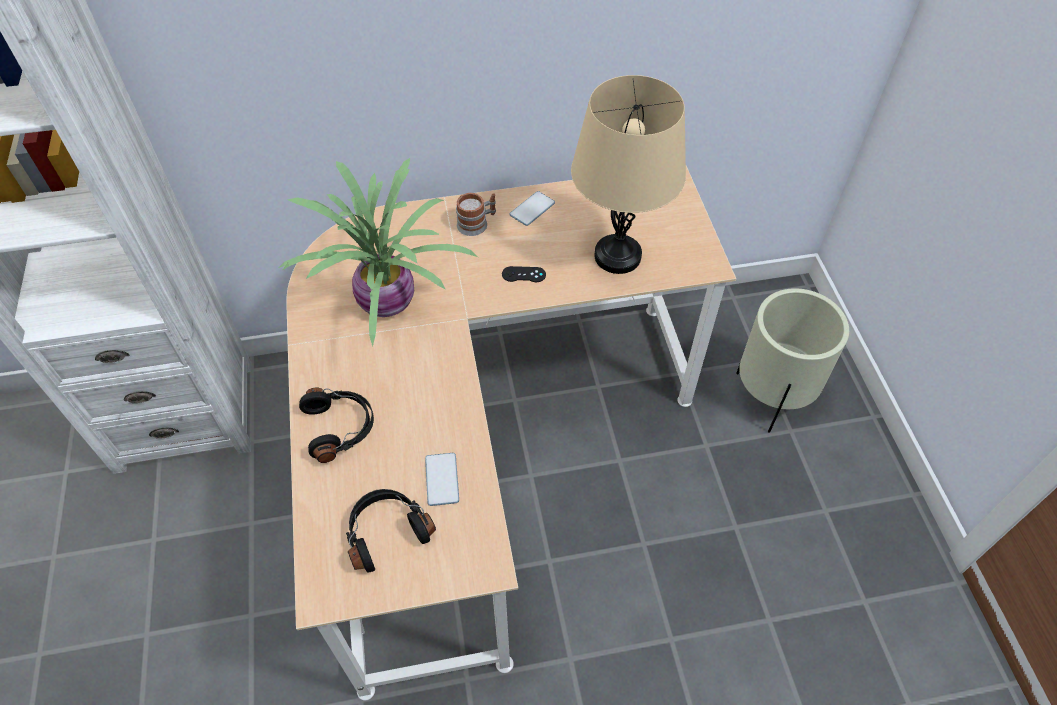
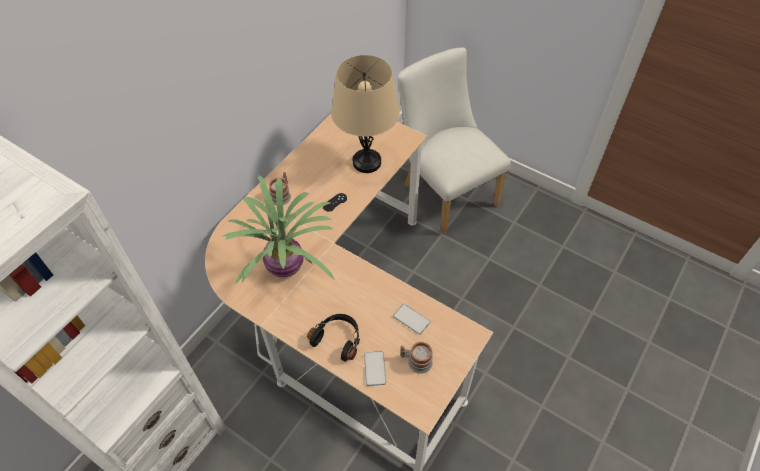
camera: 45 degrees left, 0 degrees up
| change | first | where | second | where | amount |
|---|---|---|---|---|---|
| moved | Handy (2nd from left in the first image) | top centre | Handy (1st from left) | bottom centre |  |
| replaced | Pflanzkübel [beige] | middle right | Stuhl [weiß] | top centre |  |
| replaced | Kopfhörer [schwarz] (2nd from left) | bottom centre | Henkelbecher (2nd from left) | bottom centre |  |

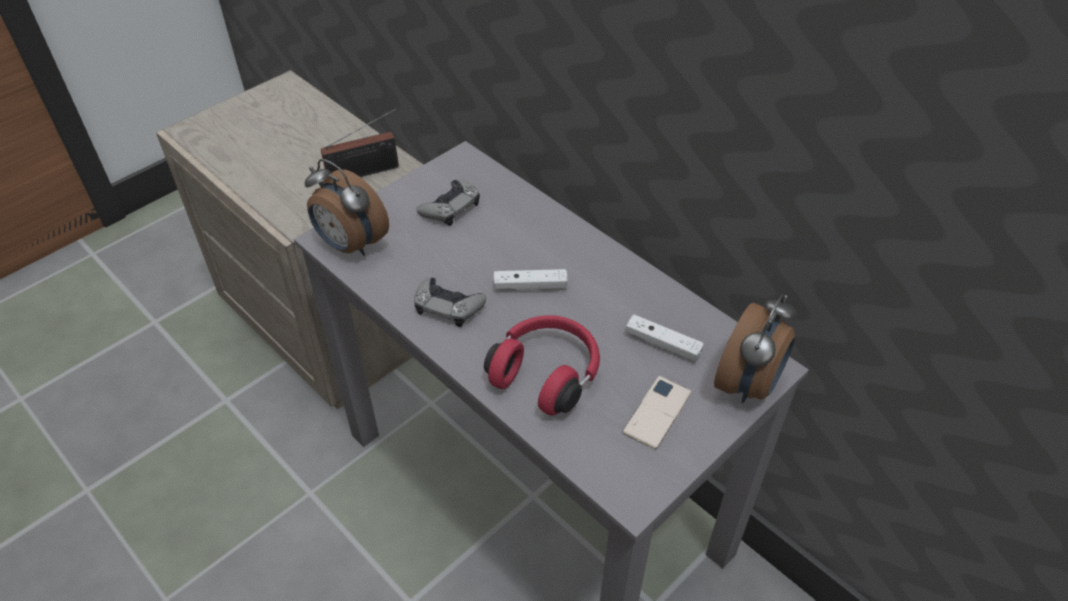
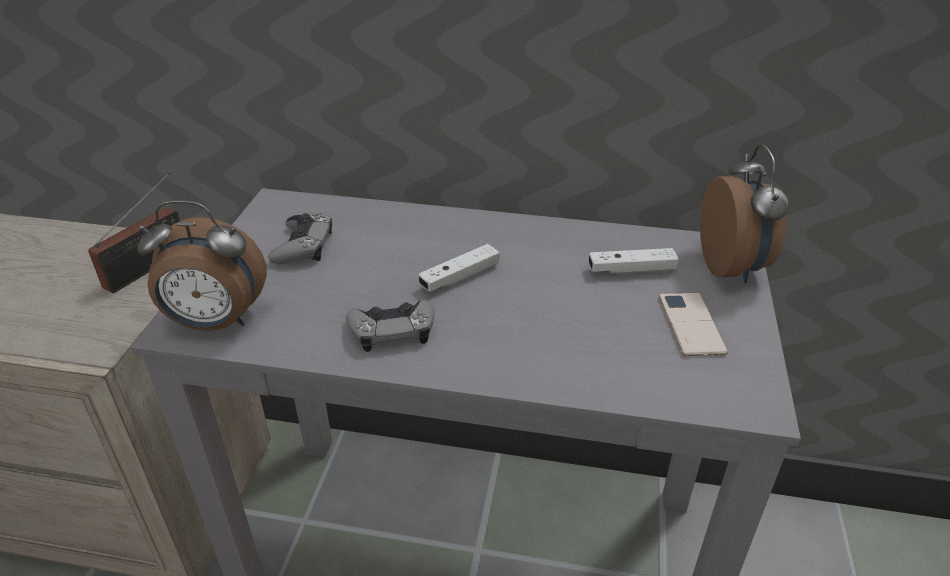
camera: 35 degrees left, 10 degrees down
| change | first | where | second | where | amount |
|---|---|---|---|---|---|
| removed | Kopfhörer [rot] | centre |  |  |  |

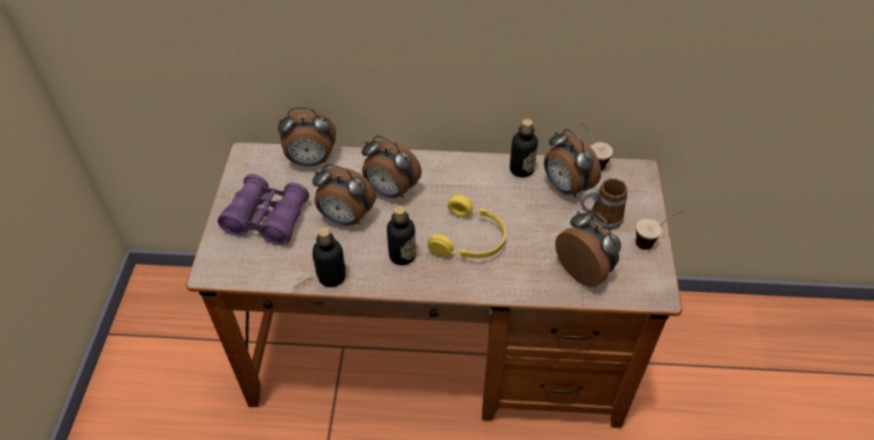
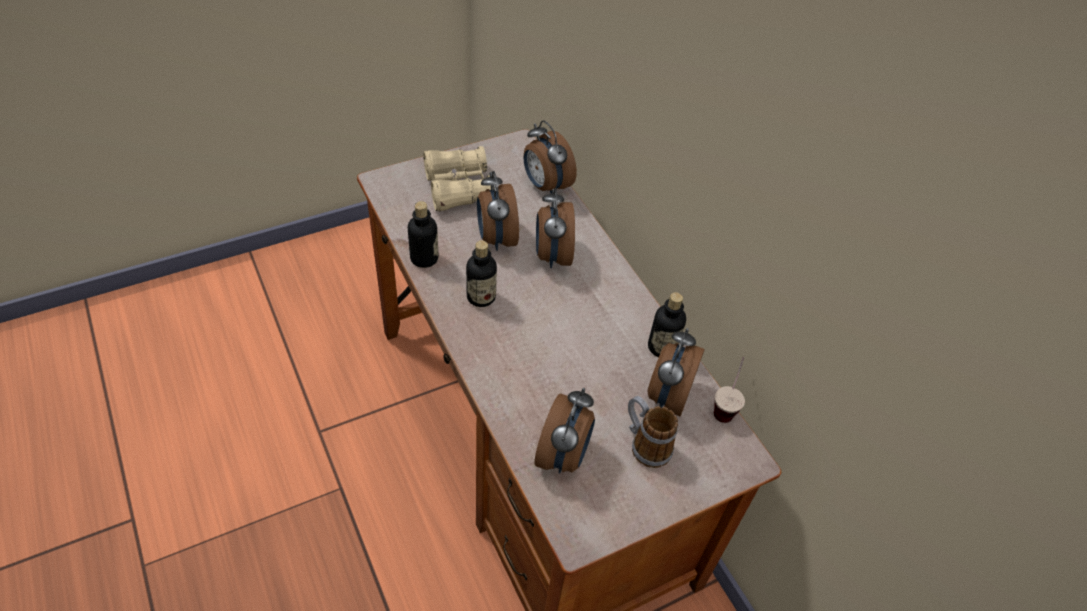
camera: 55 degrees right, 0 degrees up
| change | first | where | second | where | amount |
|---|---|---|---|---|---|
| recoloured | Fernglas [lila] | middle left | Fernglas [beige] | top centre |  |
| removed | Kopfhörer [gelb] | centre |  |  |  |
| removed | Tasse (2nd from left) | middle right |  |  |  |

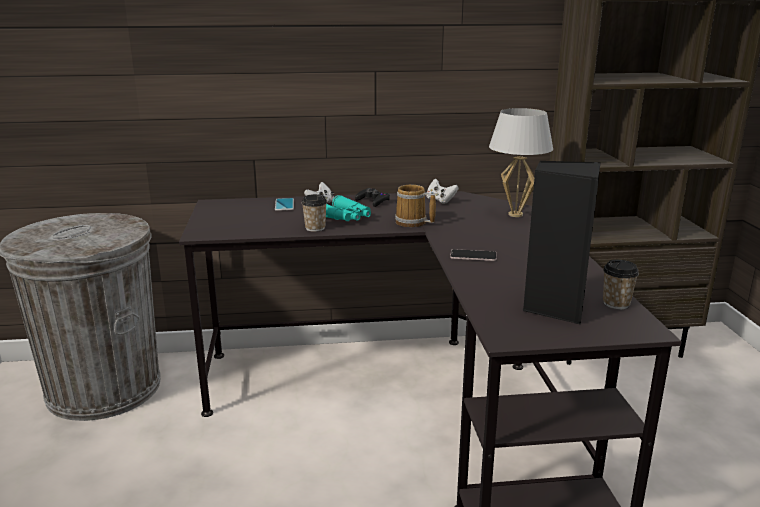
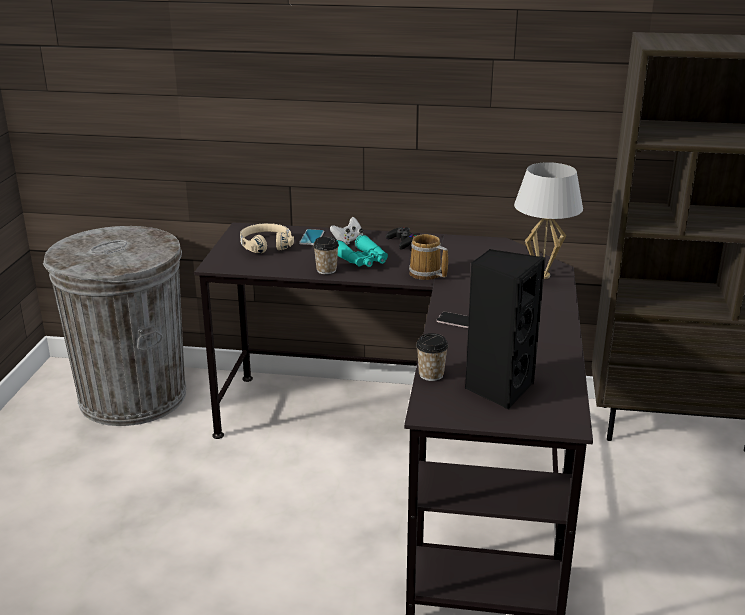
camera: 15 degrees right, 5 degrees up
| change | first | where | second | where | amount |
|---|---|---|---|---|---|
| removed | Gamepad [weiß] (2nd from left) | centre |  |  |  |
| moved | Tasse (2nd from left) | middle right |  | centre |  |
| added |  |  | Kopfhörer [beige] | centre |  |

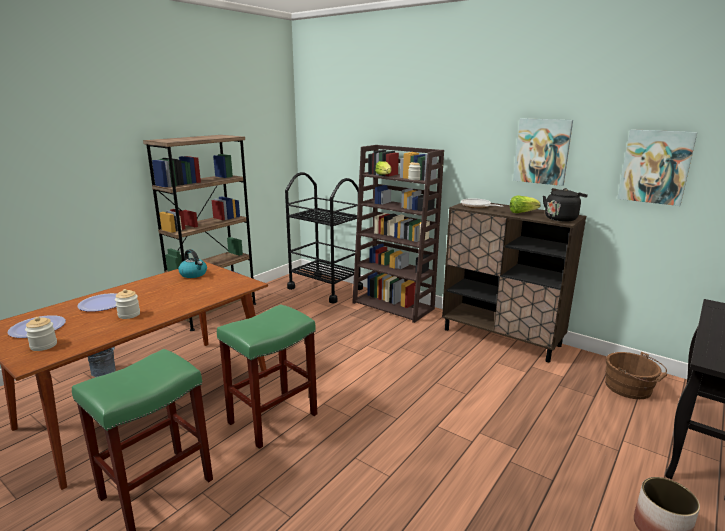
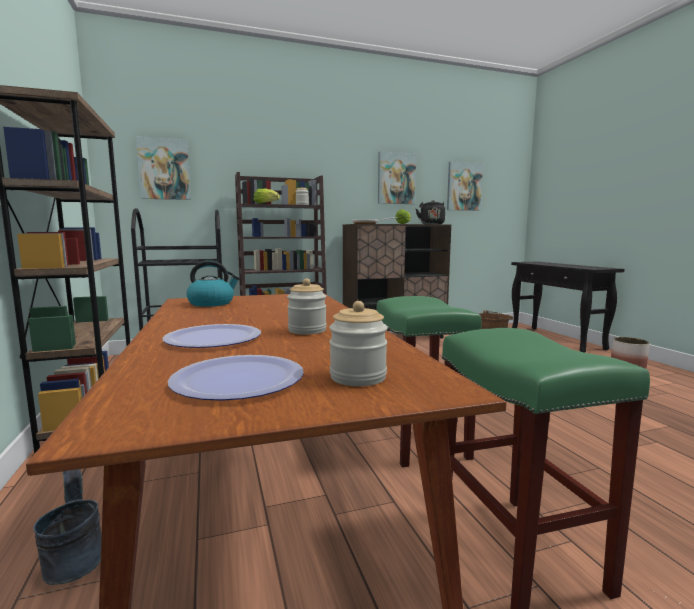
camera: 55 degrees left, 10 degrees down
| change | first | where | second | where | amount |
|---|---|---|---|---|---|
| added |  |  | Bild (1st from left) | top left |  |

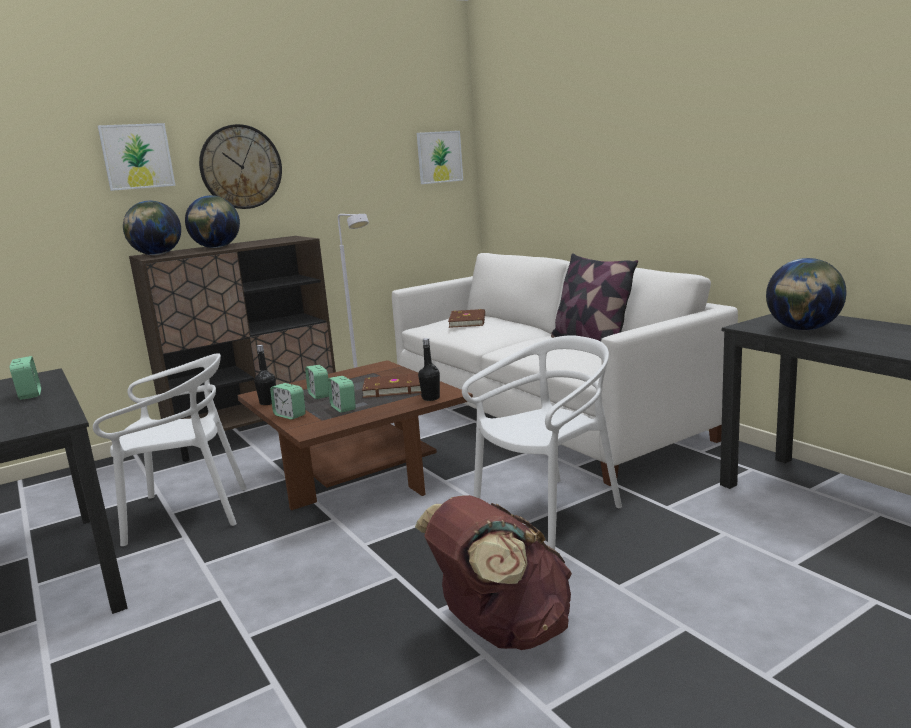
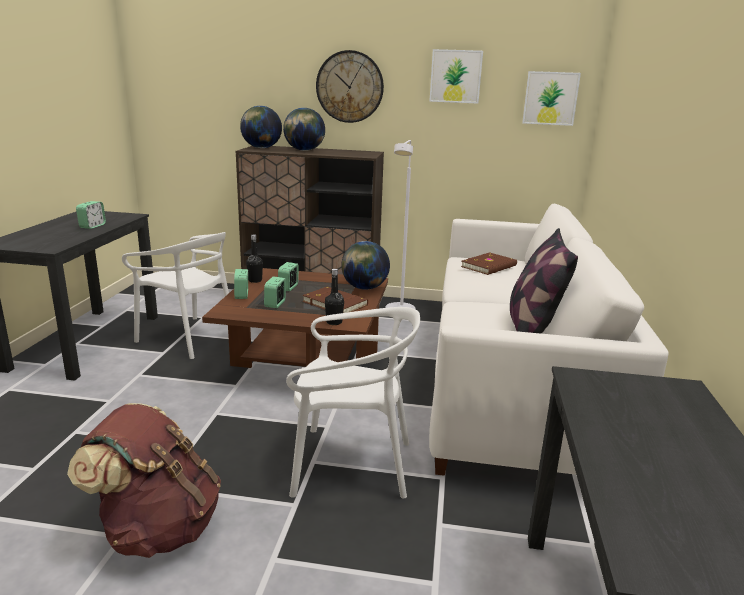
camera: 40 degrees right, 5 degrees up
| change | first | where | second | where | amount |
|---|---|---|---|---|---|
| moved | Bild (1st from left) | top left |  | top centre |  |
| moved | Globus (3rd from left) | middle right |  | centre |  |

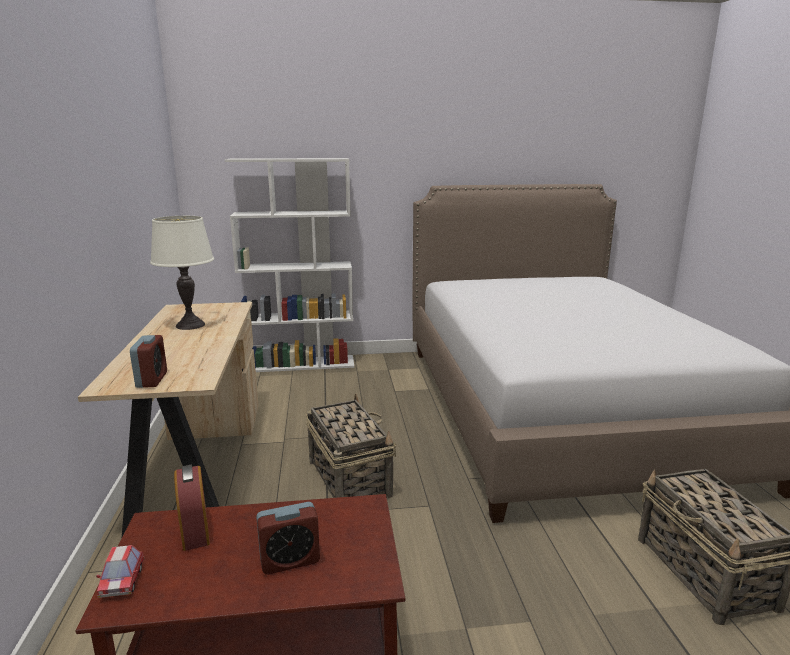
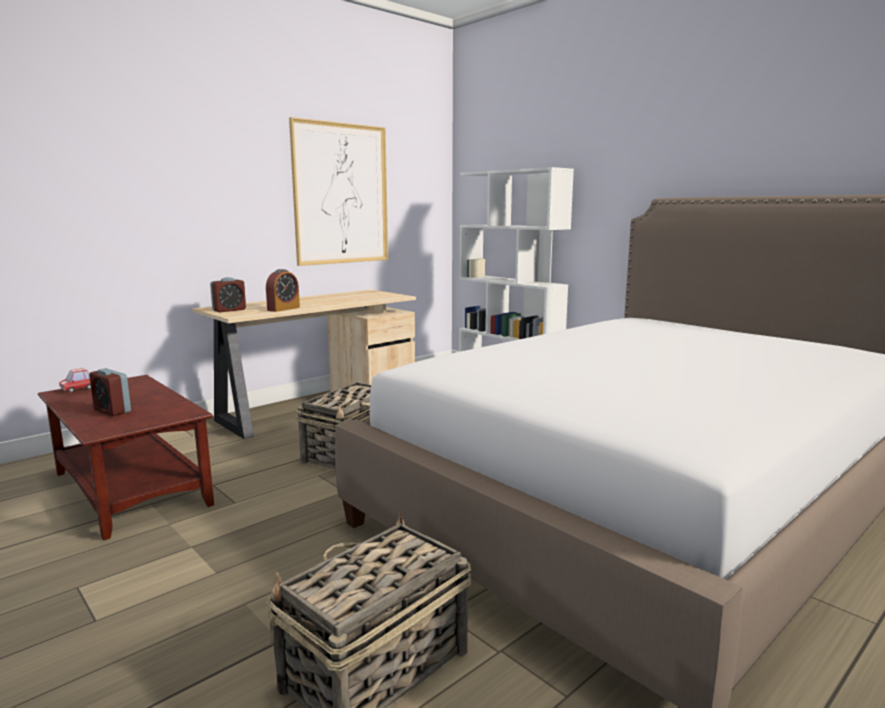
camera: 55 degrees right, 5 degrees down
| change | first | where | second | where | amount |
|---|---|---|---|---|---|
| removed | Tischlampe [weiß] | middle left |  |  |  |
| moved | Wecker (2nd from left in the first image) | bottom left | Wecker (3rd from left) | middle left |  |
| added |  |  | Bild | top centre |  |

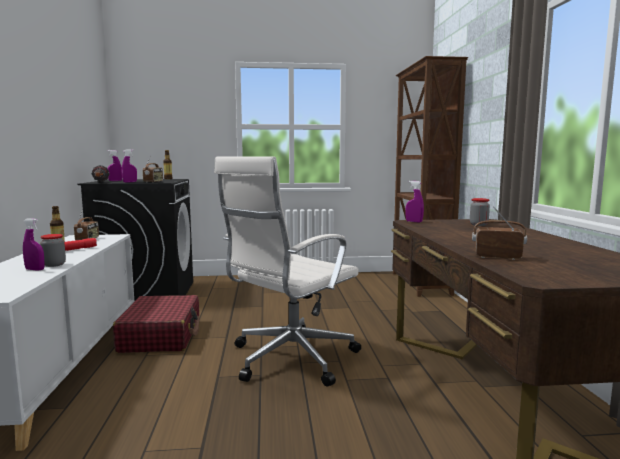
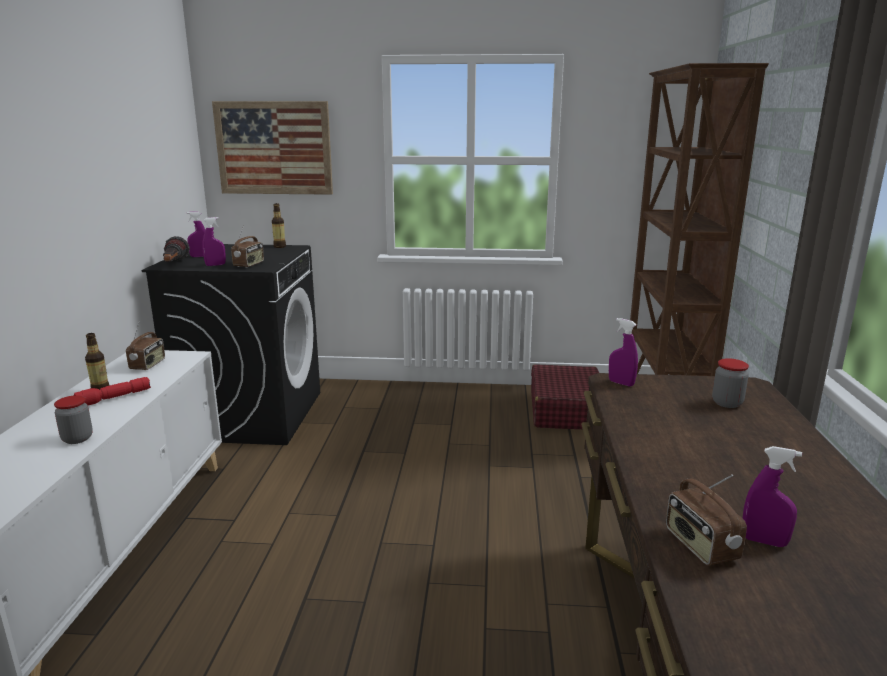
camera: 10 degrees right, 10 degrees up
| change | first | where | second | where | amount |
|---|---|---|---|---|---|
| removed | Bürostuhl [weiß] | centre |  |  |  |
| turned | Radio (3rd from left) | middle right |  | bottom right | 135 degrees counterclockwise |
| moved | Sprühflasche [lila] (1st from left in the first image) | middle left | Sprühflasche [lila] (4th from left) | bottom right |  |
| moved | Koffer [rot] | bottom left |  | centre |  |
| added |  |  | Bild | top left |  |

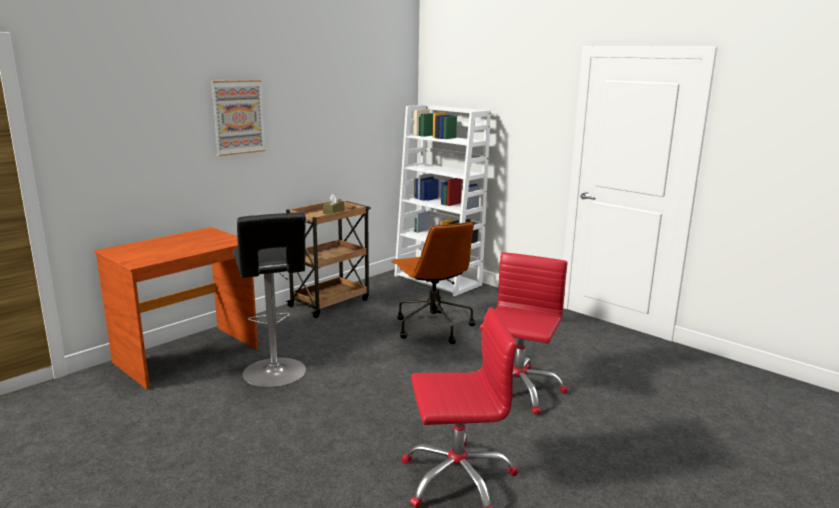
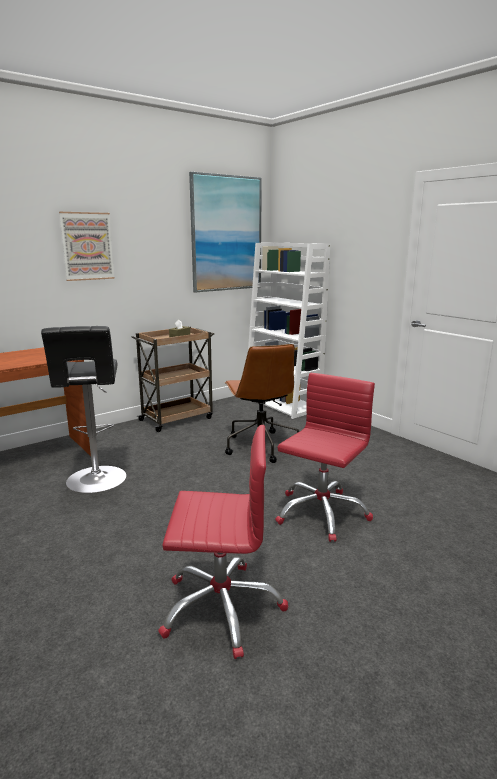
camera: 10 degrees right, 0 degrees up
| change | first | where | second | where | amount |
|---|---|---|---|---|---|
| added |  |  | Bild (2nd from left) | top centre |  |

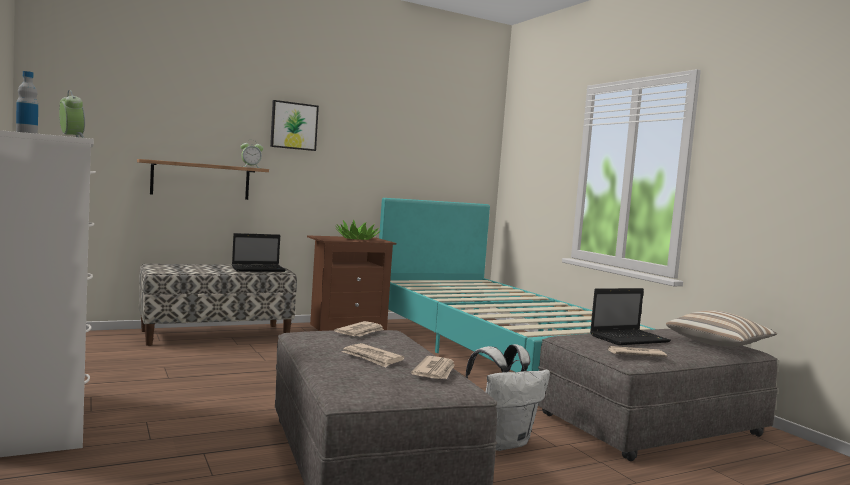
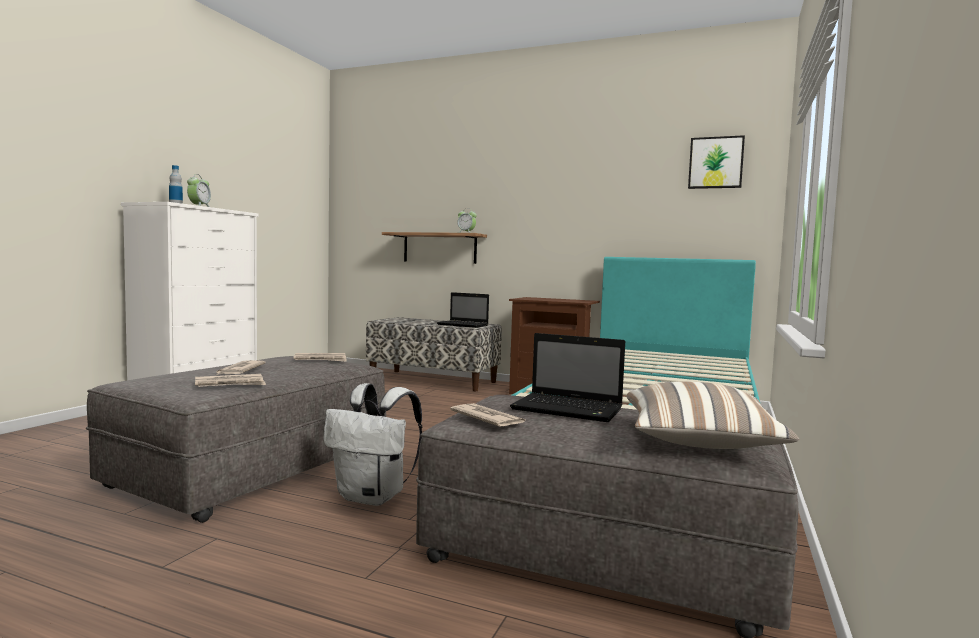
camera: 50 degrees right, 0 degrees up
| change | first | where | second | where | amount |
|---|---|---|---|---|---|
| moved | Bild | top centre |  | top right |  |
| removed | Topfpflanze | centre |  |  |  |

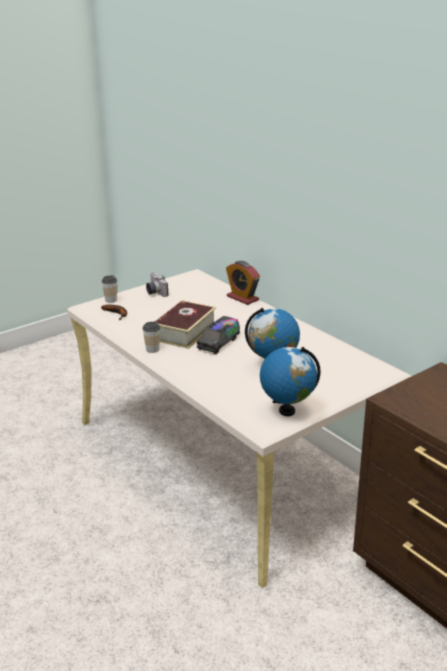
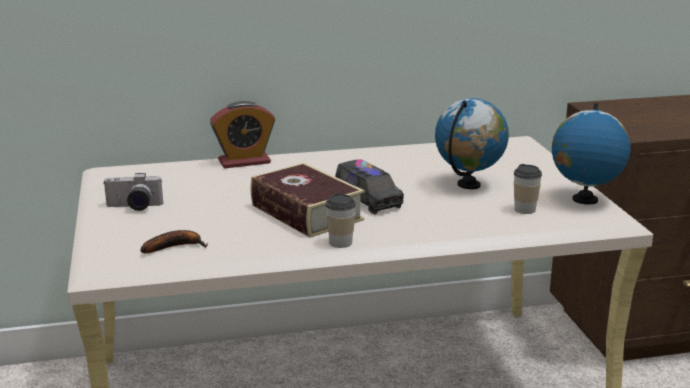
camera: 65 degrees left, 5 degrees down
| change | first | where | second | where | amount |
|---|---|---|---|---|---|
| moved | Tasse (1st from left in the first image) | middle left | Tasse (2nd from left) | middle right |  |

